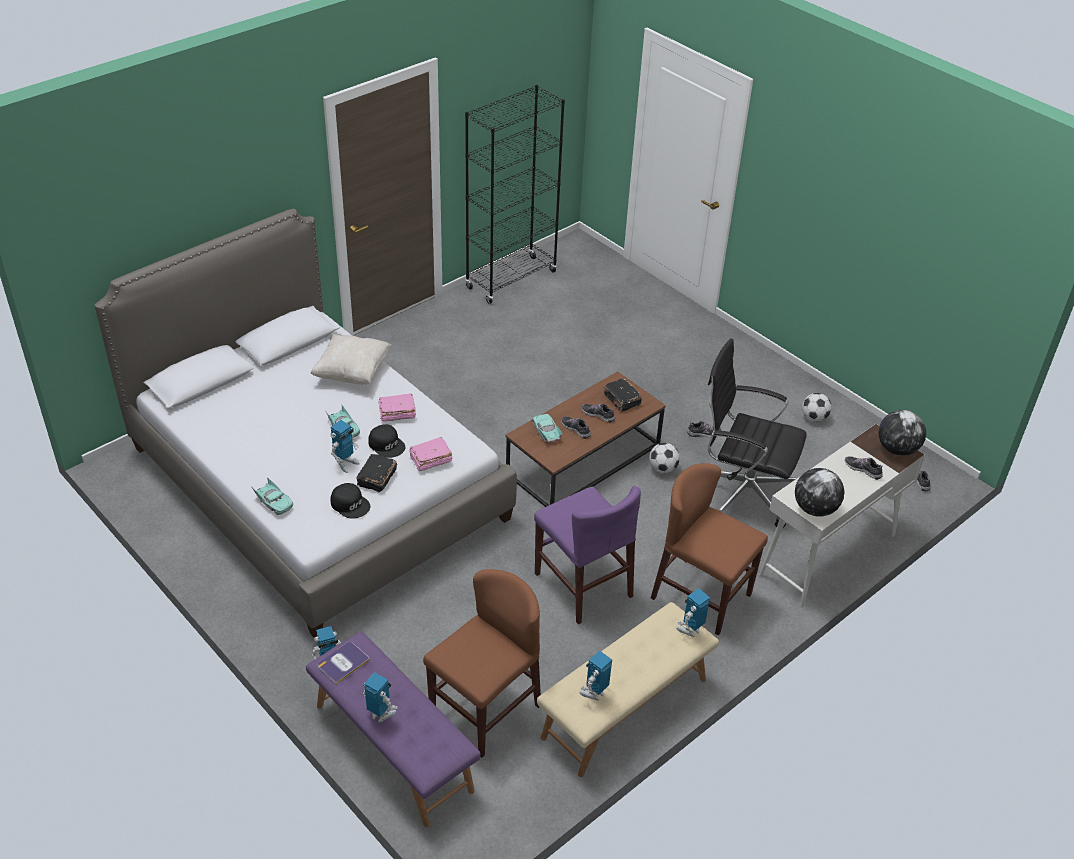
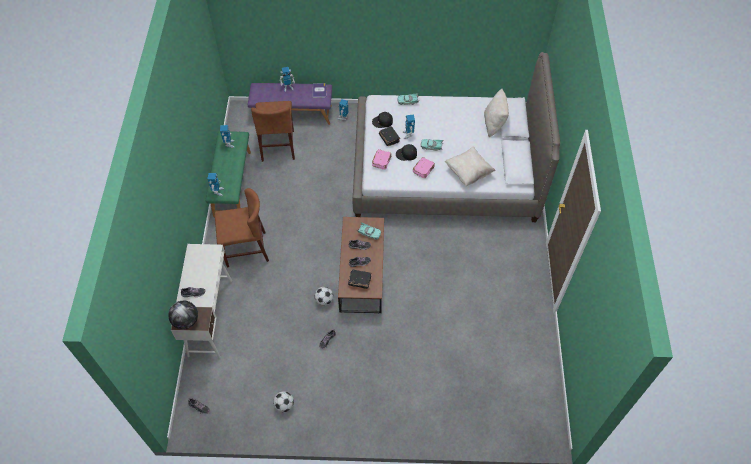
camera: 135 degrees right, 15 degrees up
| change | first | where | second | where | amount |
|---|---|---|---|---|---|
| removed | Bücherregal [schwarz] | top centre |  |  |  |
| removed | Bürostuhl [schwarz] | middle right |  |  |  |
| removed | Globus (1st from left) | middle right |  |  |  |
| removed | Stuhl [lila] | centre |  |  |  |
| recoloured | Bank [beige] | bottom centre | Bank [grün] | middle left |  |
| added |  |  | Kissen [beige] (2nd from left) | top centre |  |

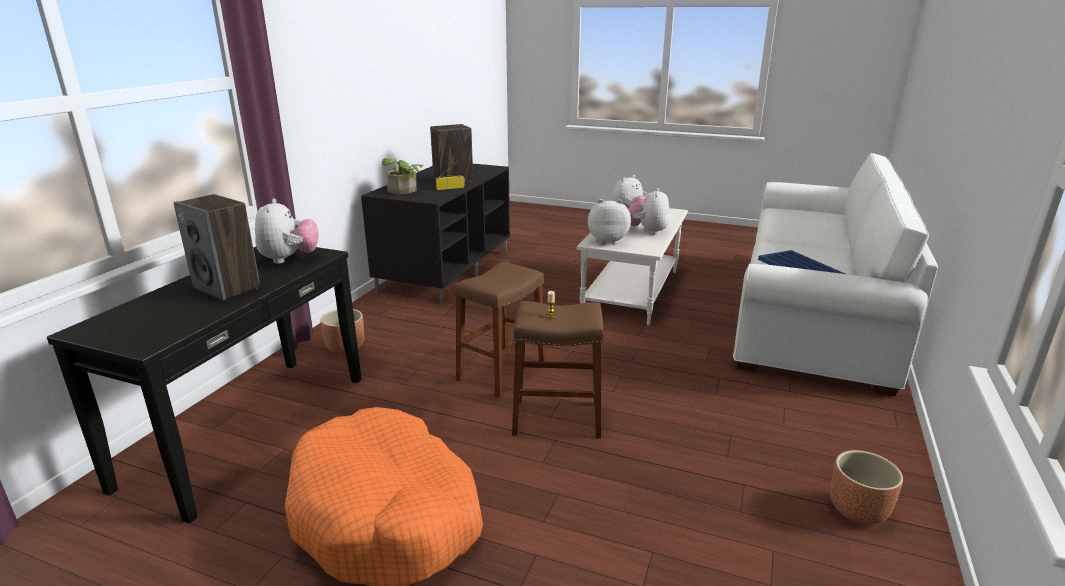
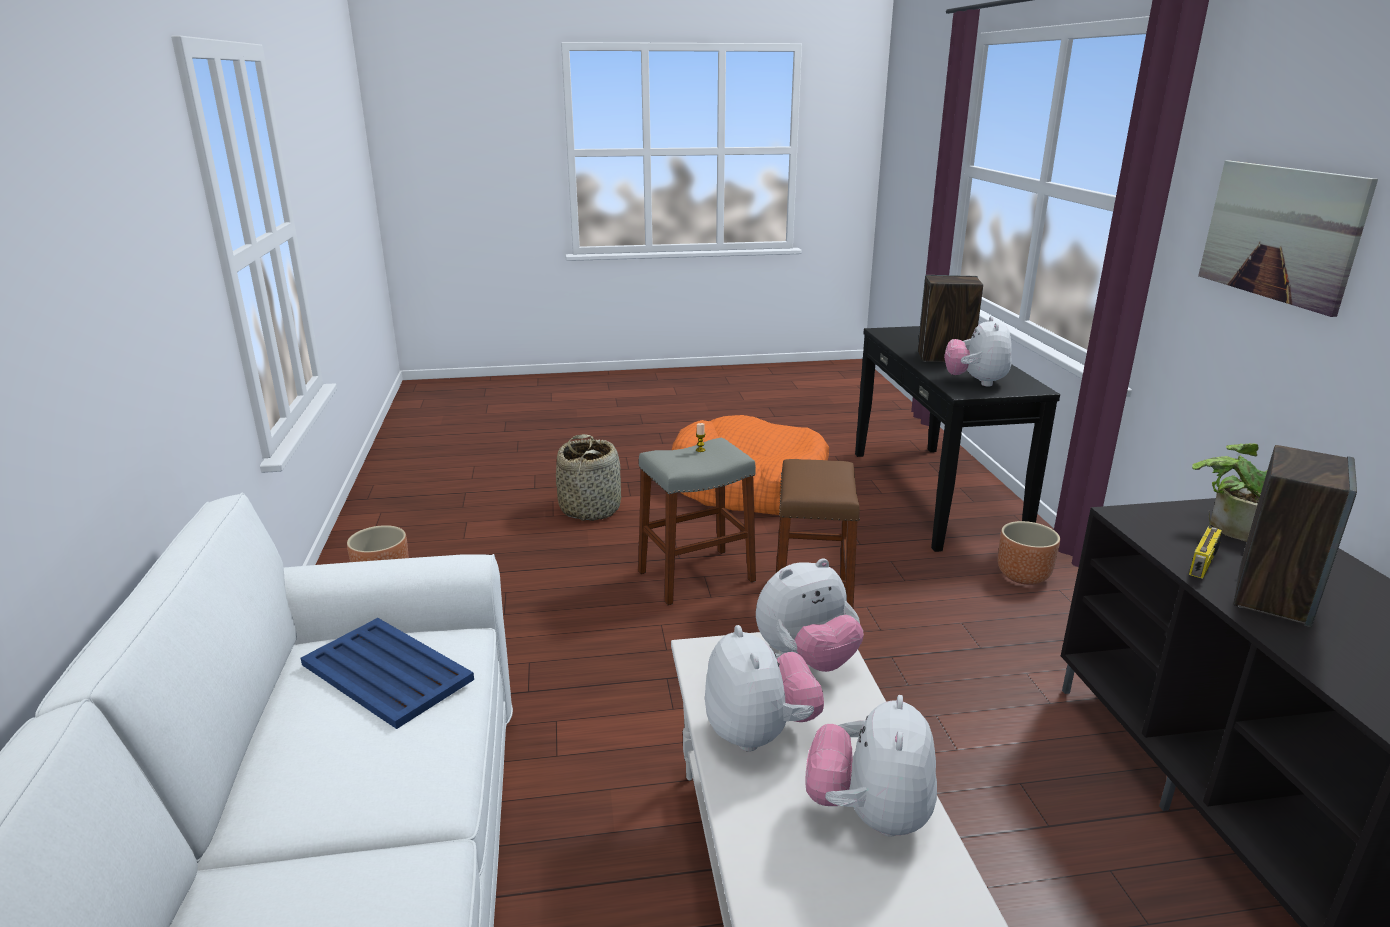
camera: 150 degrees right, 0 degrees up
| change | first | where | second | where | amount |
|---|---|---|---|---|---|
| turned | Plüschtier (1st from left in the first image) | middle left | Plüschtier (4th from left) | middle right | 45 degrees clockwise |
| recoloured | Hocker [braun] (2nd from left) | centre | Hocker [grau] | centre |  |
| added |  |  | Bild | top right |  |
| added |  |  | Korb | centre |  |

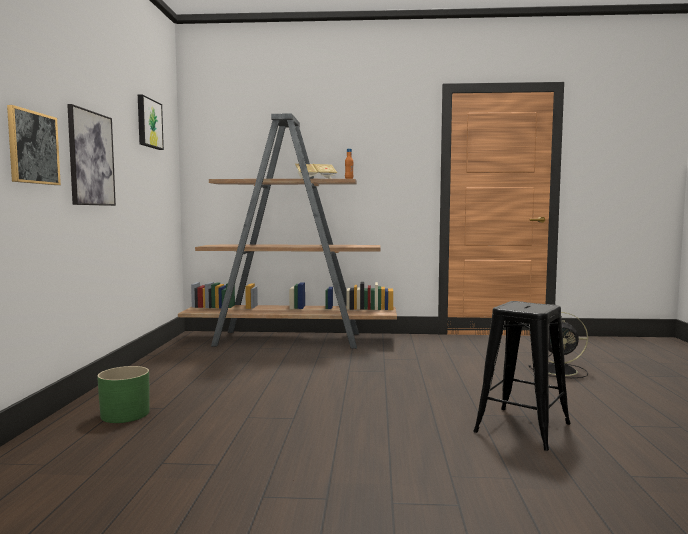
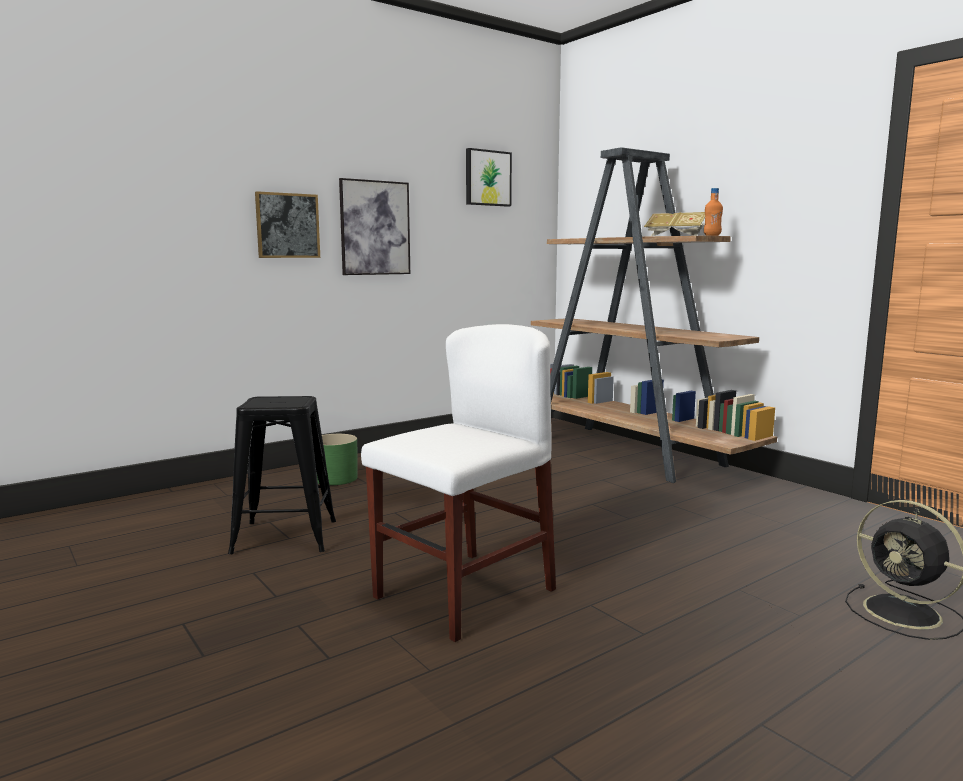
camera: 50 degrees right, 5 degrees up
| change | first | where | second | where | amount |
|---|---|---|---|---|---|
| moved | Hocker [schwarz] | bottom right |  | middle left |  |
| added |  |  | Stuhl [weiß] | centre |  |

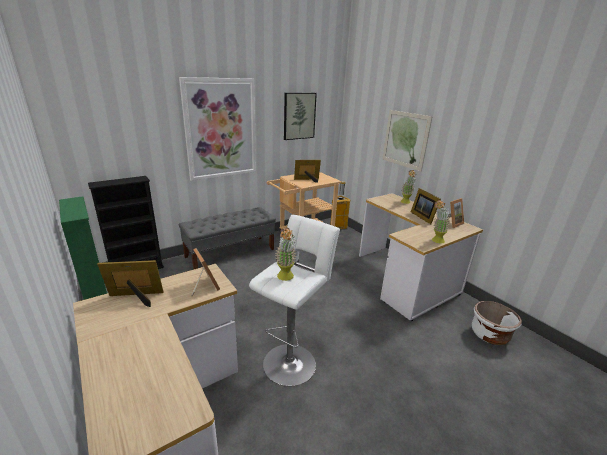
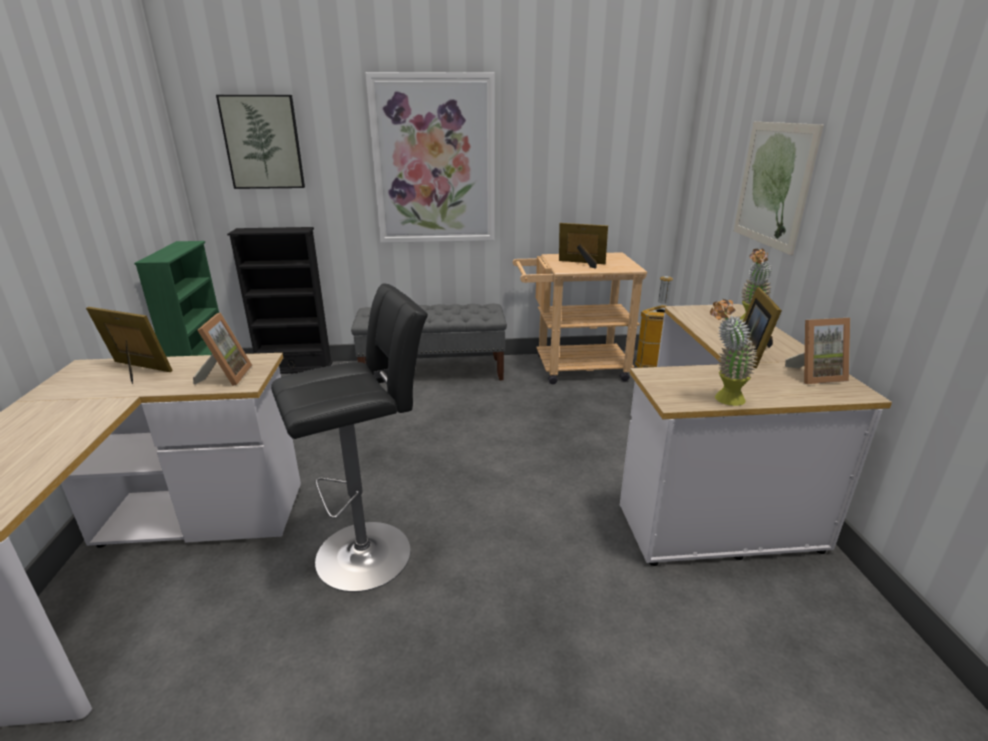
camera: 30 degrees right, 0 degrees up
| change | first | where | second | where | amount |
|---|---|---|---|---|---|
| moved | Bild (2nd from left in the first image) | top centre | Bild (1st from left) | top left |  |
| recoloured | Hocker [weiß] | centre | Hocker [schwarz] | centre |  |
| removed | Topfpflanze (1st from left) | centre |  |  |  |
| removed | Pflanzkübel [weiß] | bottom right |  |  |  |

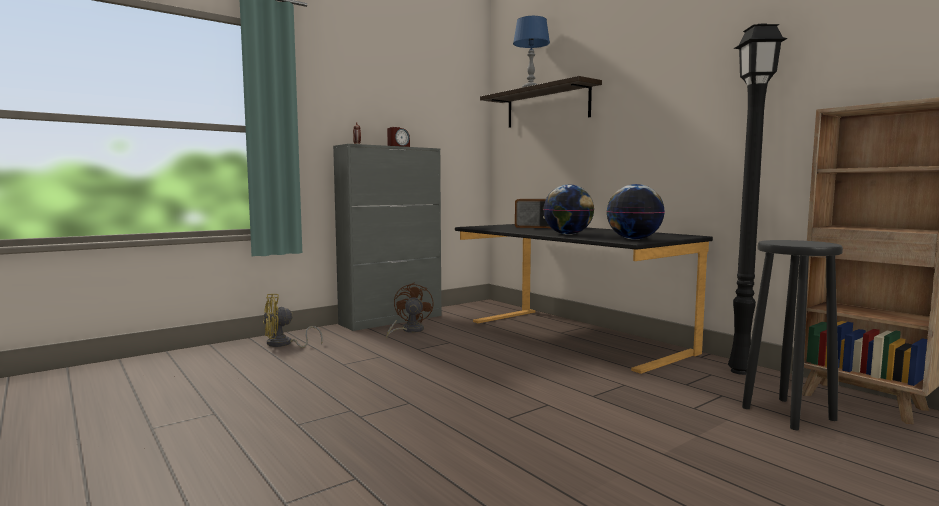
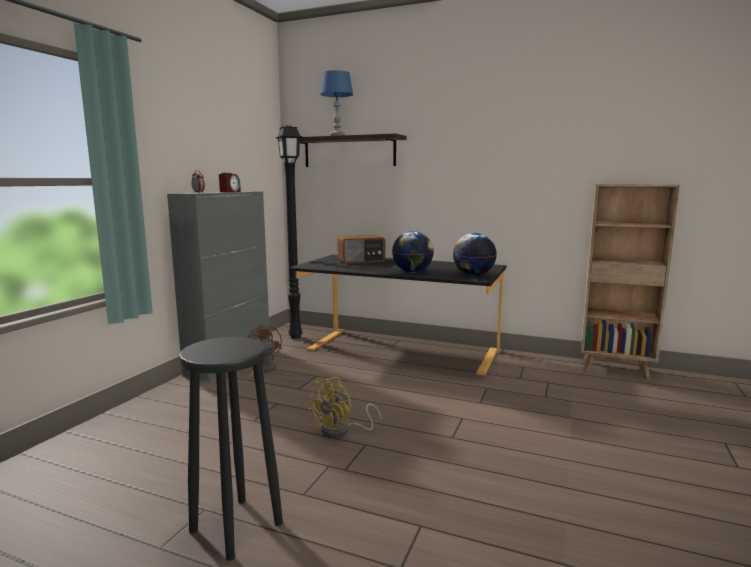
camera: 30 degrees left, 5 degrees up
| change | first | where | second | where | amount |
|---|---|---|---|---|---|
| moved | Stehlampe [schwarz] | middle right |  | centre |  |
| moved | Hocker [schwarz] | middle right |  | bottom left |  |
| moved | Ventilator [gelb] | middle left |  | bottom centre |  |

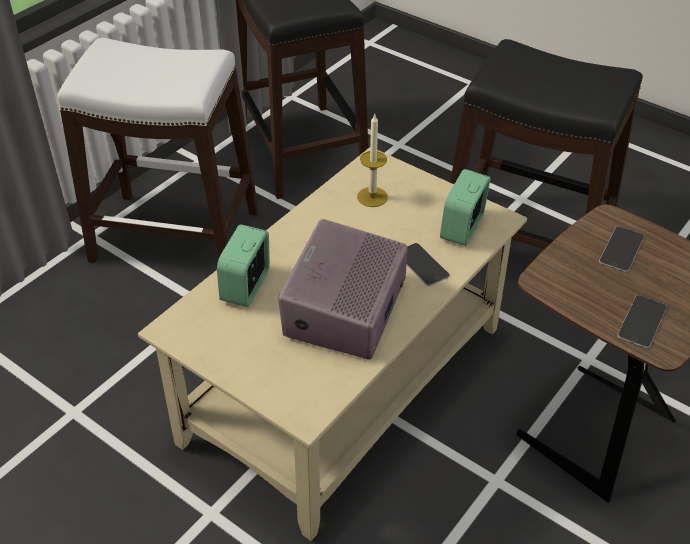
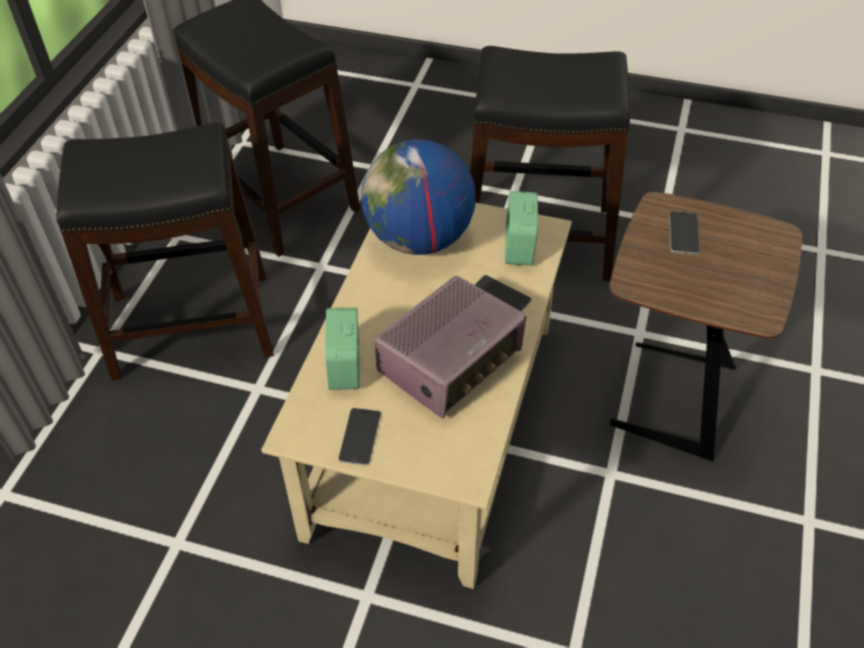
camera: 20 degrees left, 5 degrees up
| change | first | where | second | where | amount |
|---|---|---|---|---|---|
| recoloured | Hocker [weiß] | top left | Hocker [schwarz] (1st from left) | middle left |  |
| replaced | Kerze | top centre | Globus | top centre |  |
| turned | Radio | centre |  | centre | 135 degrees counterclockwise |
| moved | Handy (3rd from left in the first image) | middle right | Handy (1st from left) | bottom centre |  |

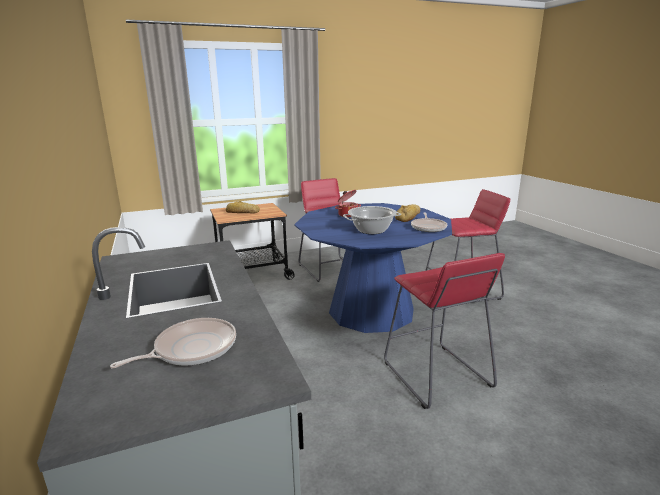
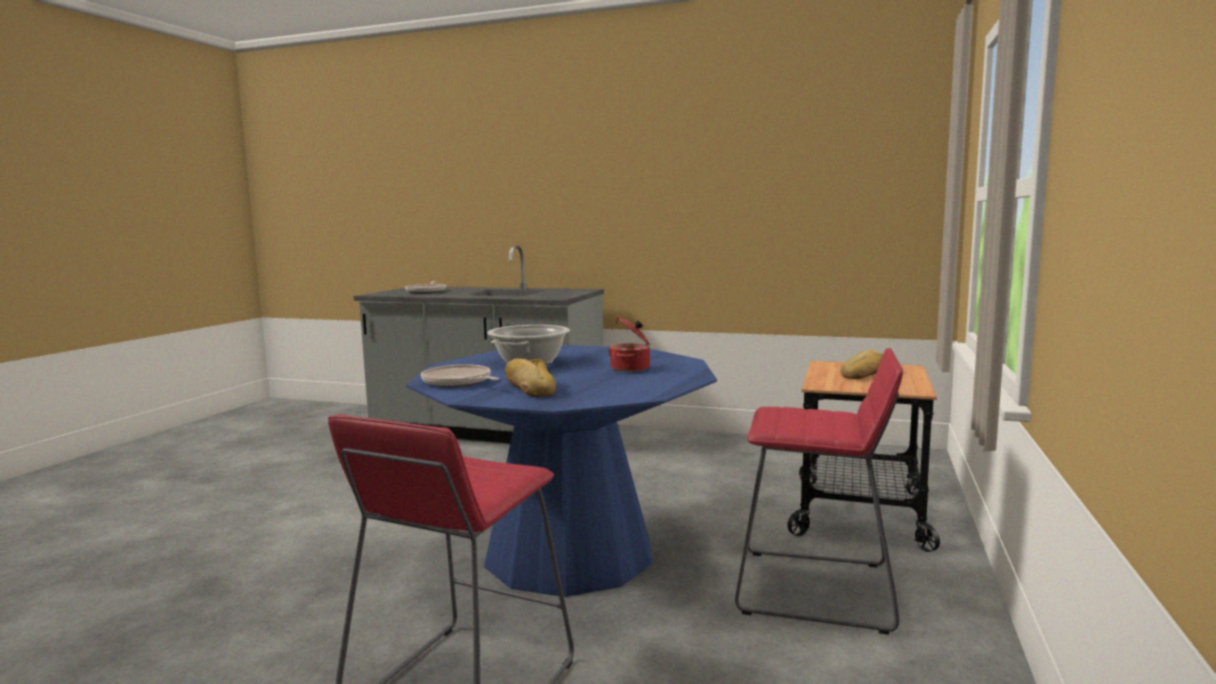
camera: 130 degrees right, 10 degrees down
| change | first | where | second | where | amount |
|---|---|---|---|---|---|
| removed | Hocker [rot] (2nd from left) | bottom right |  |  |  |

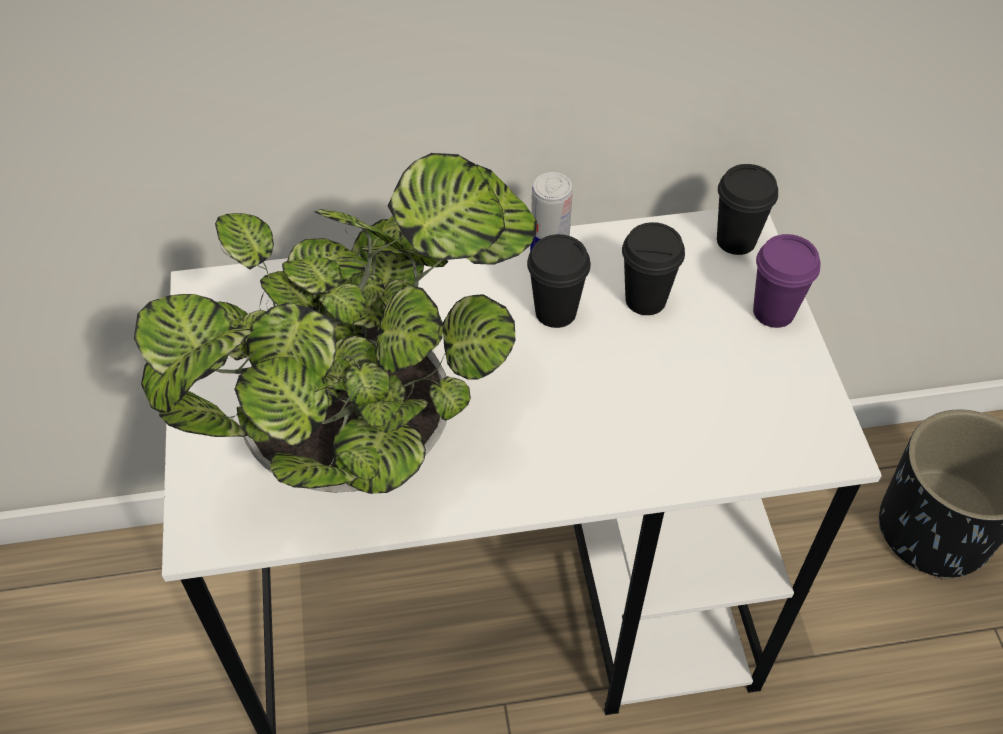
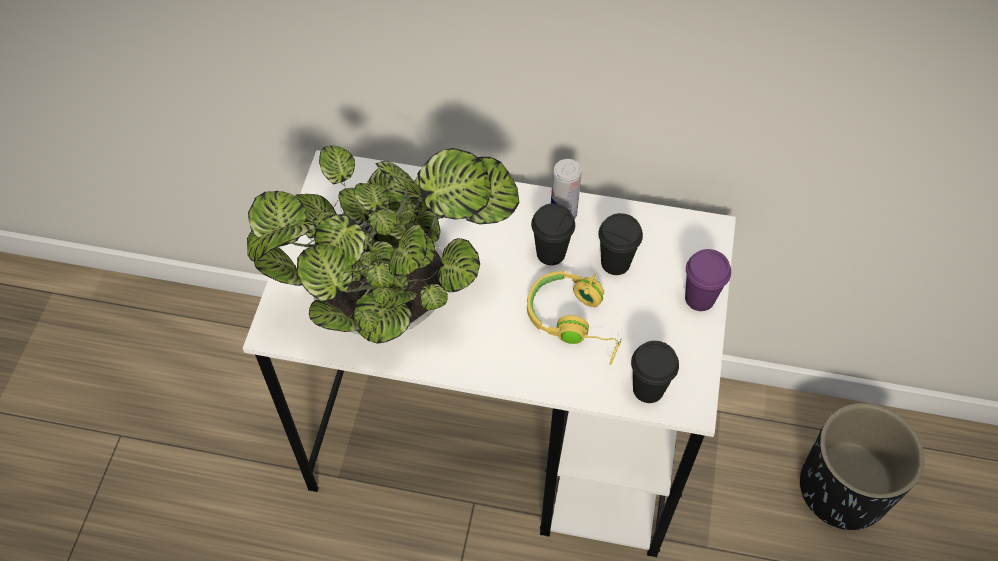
camera: 20 degrees right, 5 degrees up
| change | first | where | second | where | amount |
|---|---|---|---|---|---|
| moved | Tasse [schwarz] (3rd from left) | top right |  | centre |  |
| added |  |  | Kopfhörer [gelb] | centre |  |

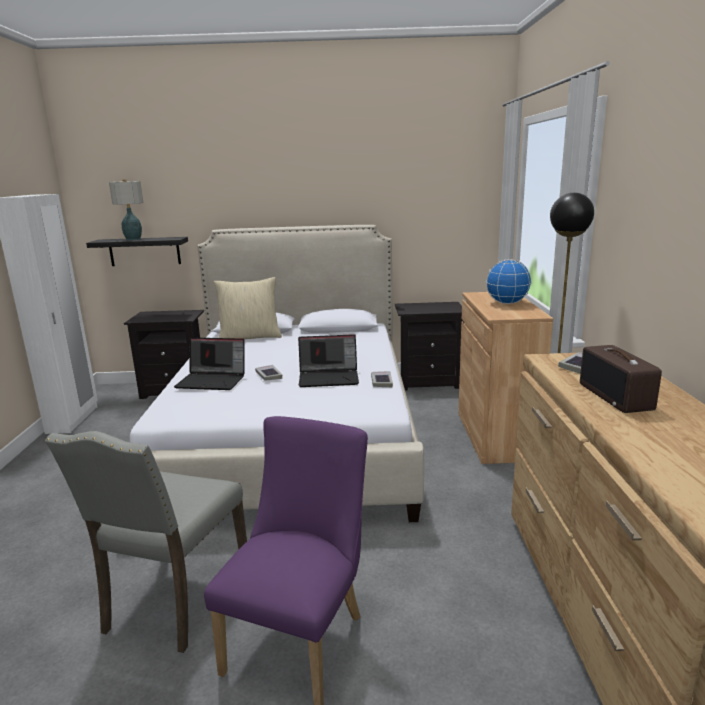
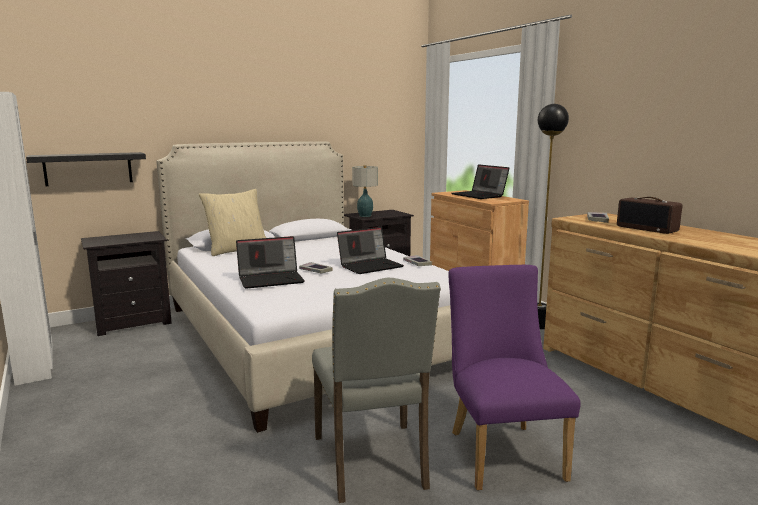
camera: 30 degrees left, 5 degrees down
| change | first | where | second | where | amount |
|---|---|---|---|---|---|
| moved | Tischlampe | top left |  | centre |  |
| replaced | Globus | middle right | Laptop (3rd from left) | centre |  |

